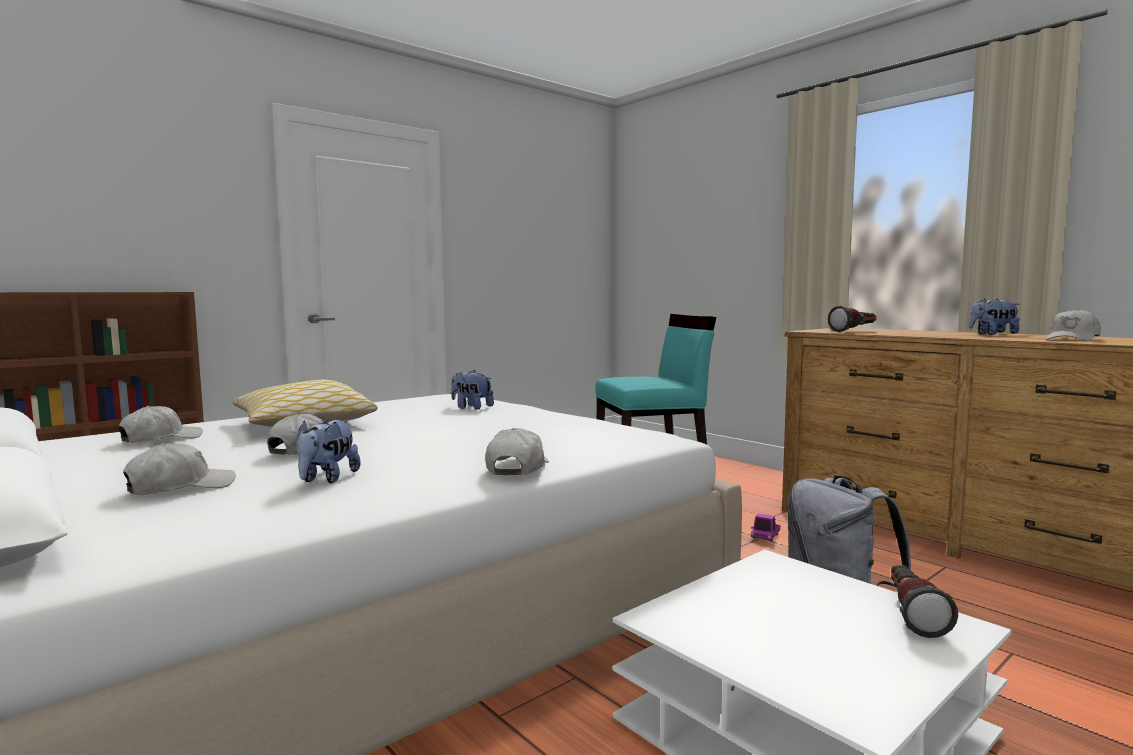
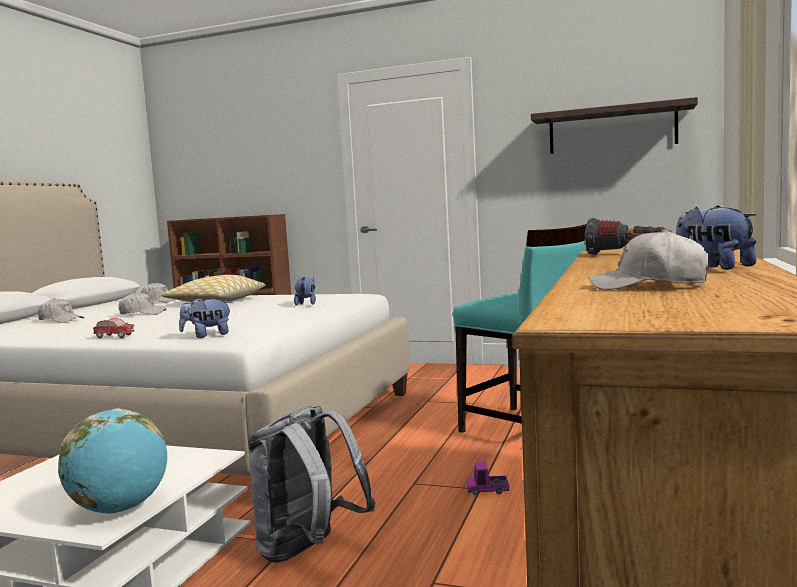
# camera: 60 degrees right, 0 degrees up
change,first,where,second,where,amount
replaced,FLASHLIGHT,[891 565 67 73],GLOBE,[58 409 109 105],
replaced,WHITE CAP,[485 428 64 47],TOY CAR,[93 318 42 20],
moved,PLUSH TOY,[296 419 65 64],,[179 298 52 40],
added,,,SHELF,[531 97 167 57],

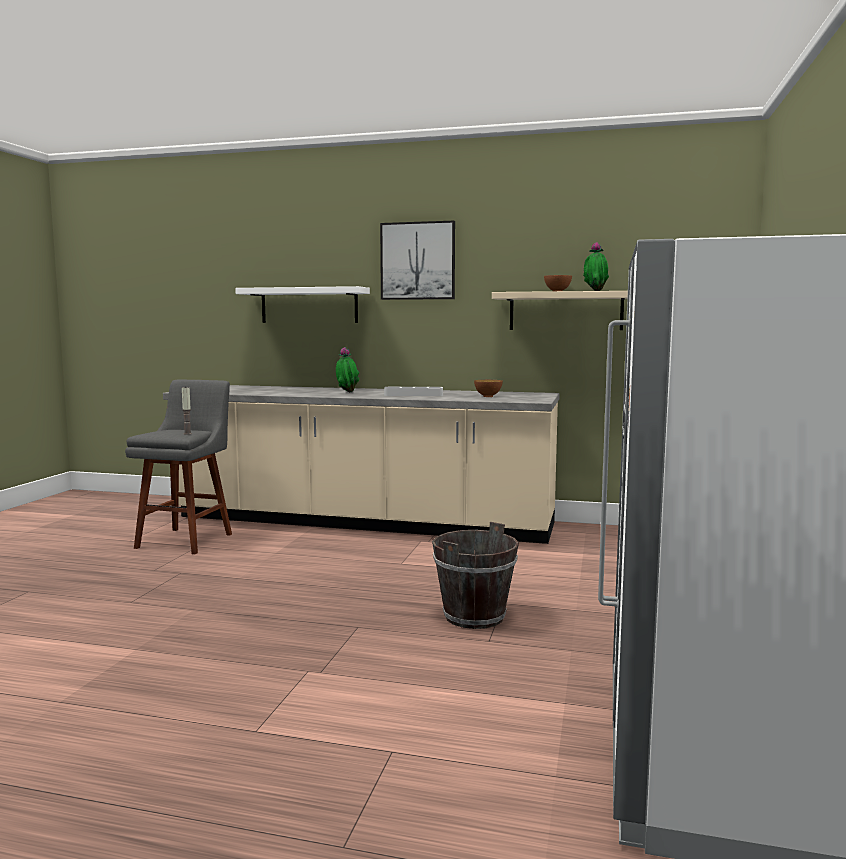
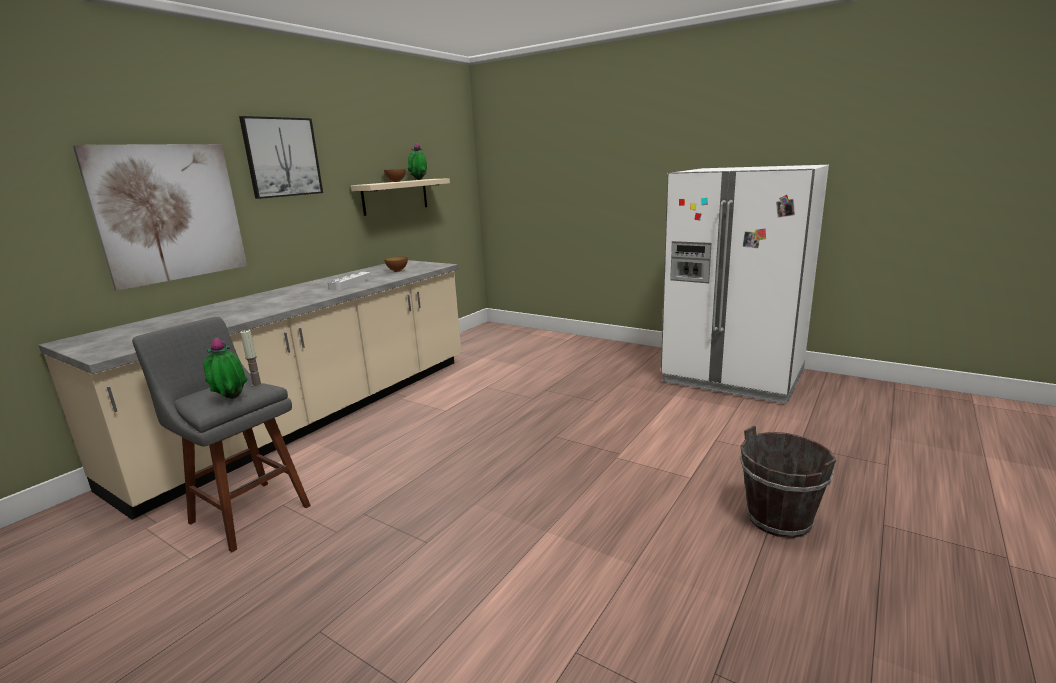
# camera: 70 degrees left, 10 degrees up
change,first,where,second,where,amount
replaced,WHITE SHELF,[235 286 135 37],PICTURE,[73 144 174 147],
moved,POTTED PLANT,[336 347 23 45],,[203 337 45 62],
moved,BROWN BUCKET,[432 522 87 107],,[740 426 96 112],

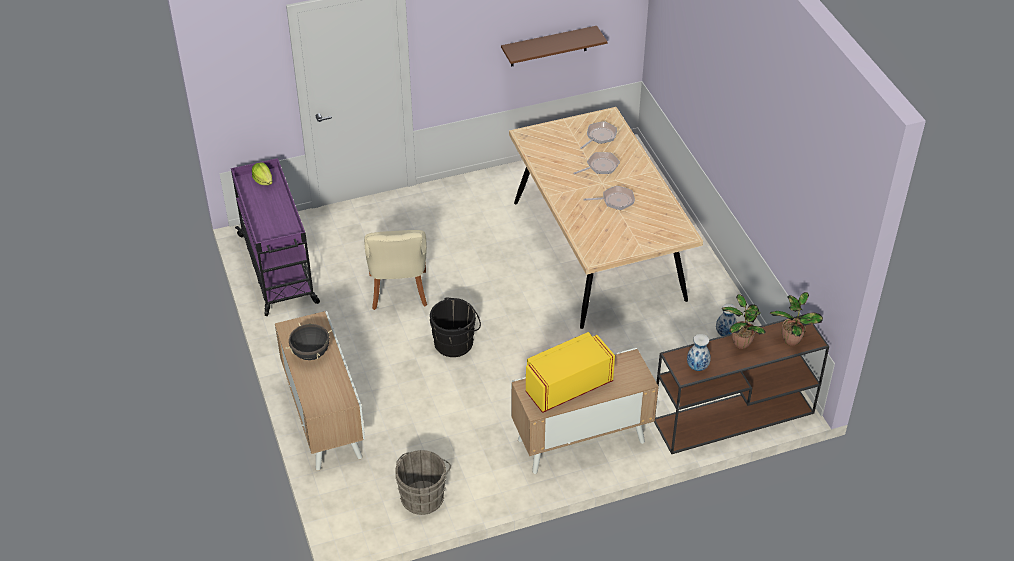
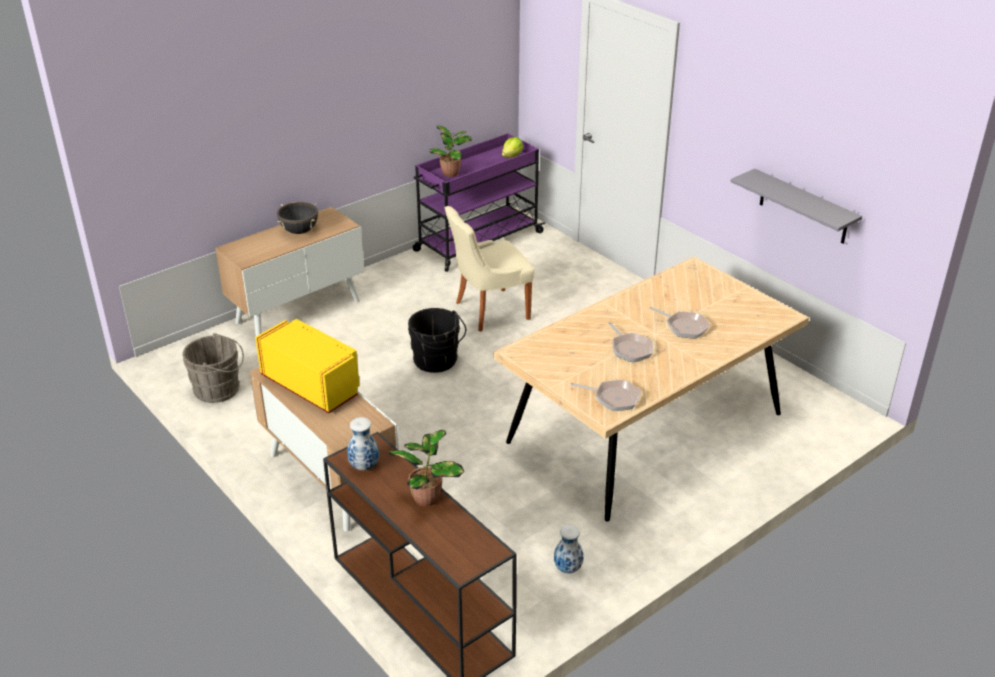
# camera: 70 degrees right, 10 degrees down
change,first,where,second,where,amount
moved,POTTED PLANT,[770 292 53 54],,[429 125 43 52],
moved,FRYING PAN,[580 121 37 28],,[570 380 72 31],
recoloured,BROWN SHELF,[501 26 107 41],GREY SHELF,[730 169 132 75],

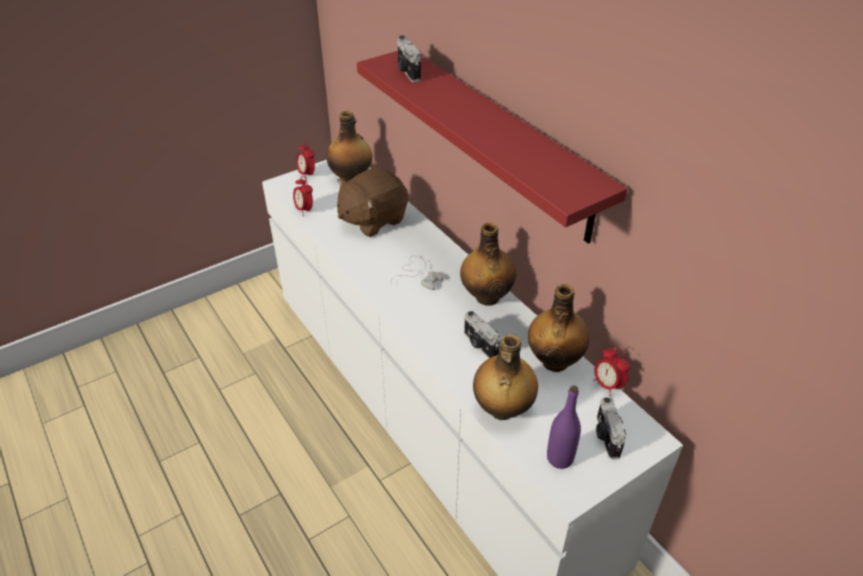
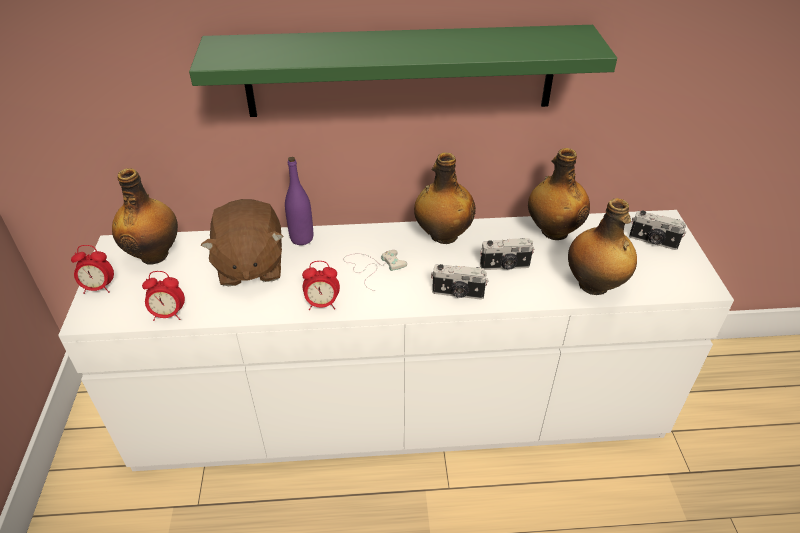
# camera: 60 degrees left, 0 degrees up
change,first,where,second,where,amount
recoloured,RED SHELF,[357 51 270 193],GREEN SHELF,[189 25 428 92],
moved,PURPLE BOTTLE,[547 386 34 83],,[285 157 28 88],
moved,ALARM CLOCK,[593 347 37 49],,[302 261 38 49],
moved,PHOTO CAMERA,[397 36 24 46],,[431 264 57 35],

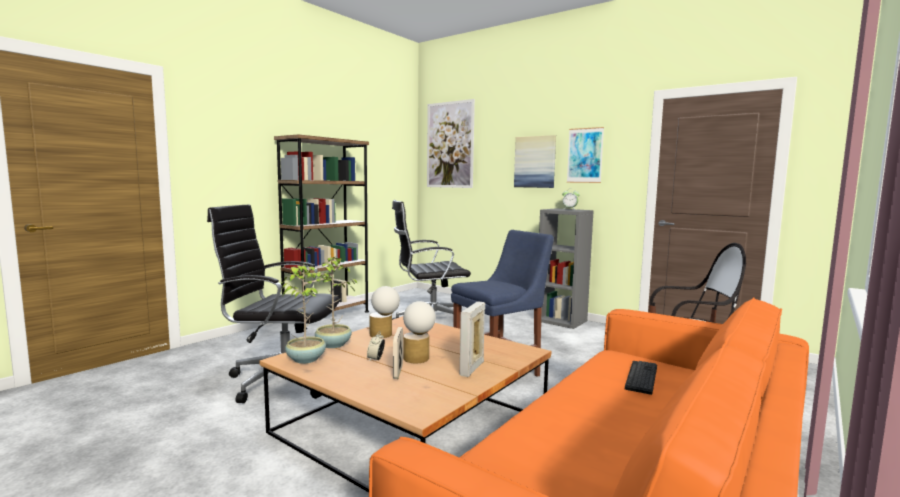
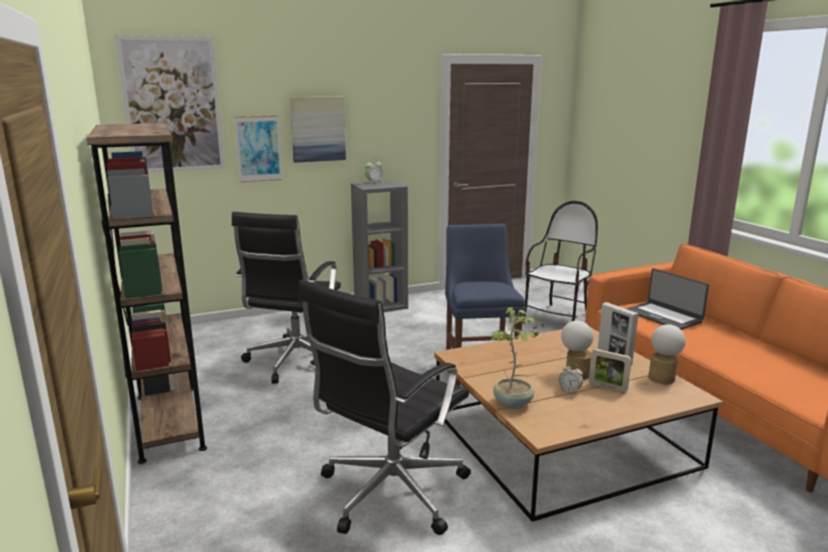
# camera: 60 degrees left, 10 degrees up
change,first,where,second,where,amount
moved,PICTURE,[567 127 37 56],,[235 115 47 67],
replaced,KEYBOARD,[625 361 32 34],LAPTOP,[626 268 83 62],
moved,TABLE LAMP,[369 286 31 52],,[648 324 38 60],
removed,POTTED PLANT,[281 263 50 101],,,

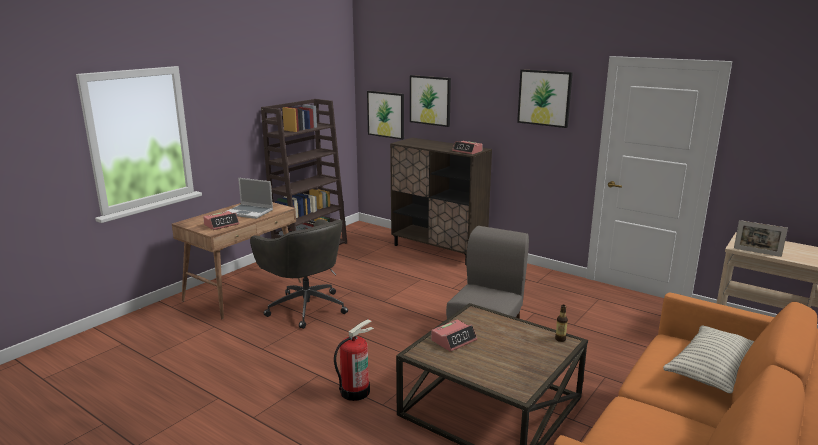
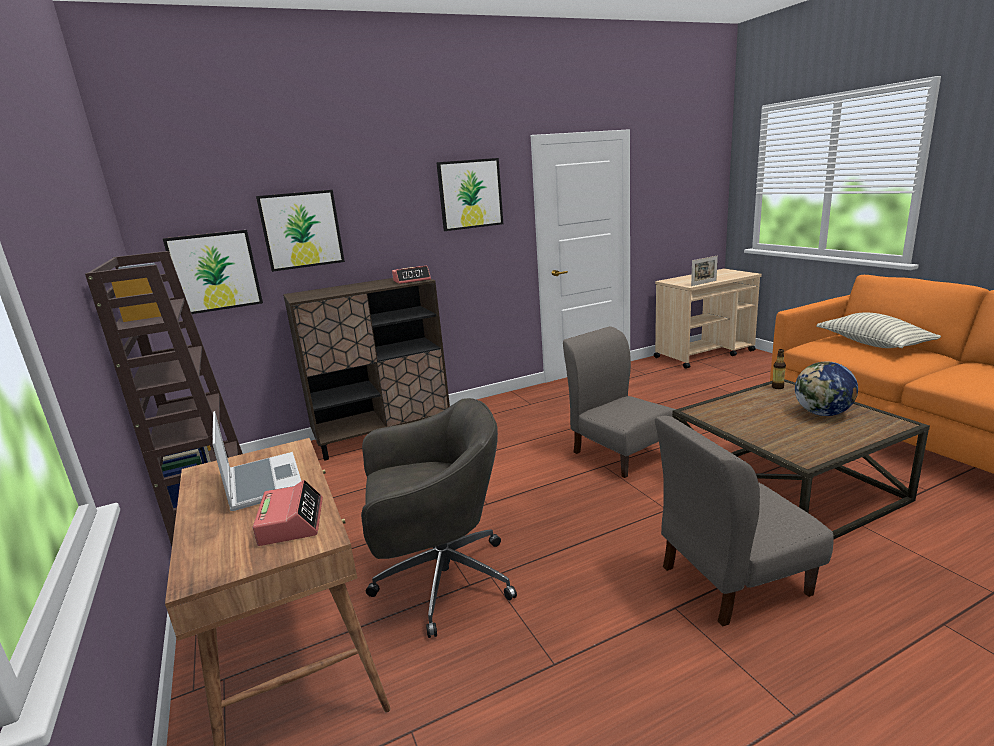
# camera: 60 degrees left, 0 degrees up
change,first,where,second,where,amount
turned,LAPTOP,[225 178 48 41],,[213 411 88 100],75 degrees counterclockwise
replaced,FIRE EXTINGUISHER,[334 319 40 82],GREY CHAIR,[655 416 179 210],
added,,,GLOBE,[795 361 63 55],
removed,ALARM CLOCK,[431 320 46 32],,,

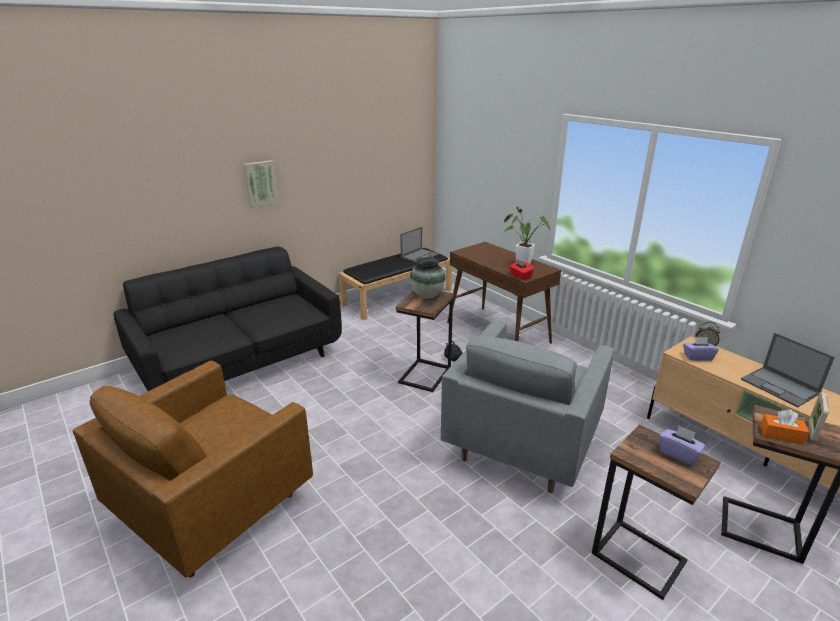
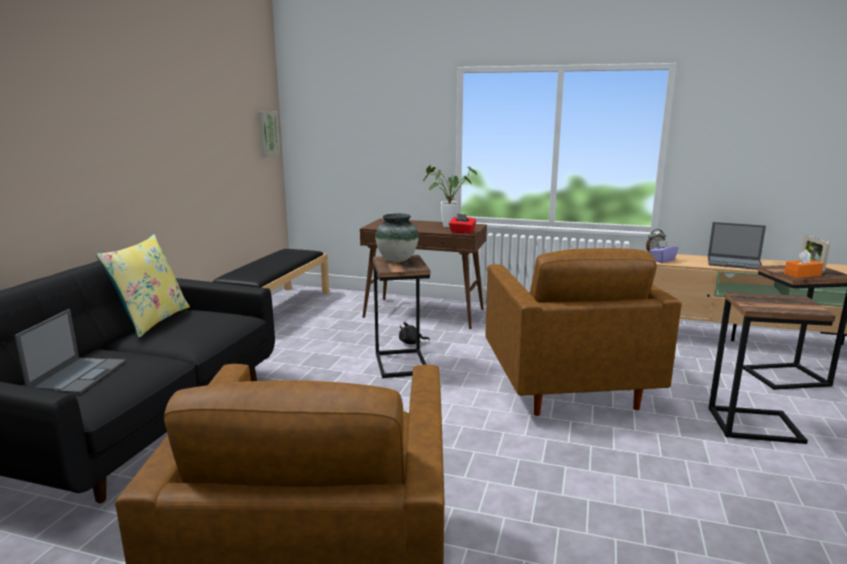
# camera: 35 degrees left, 10 degrees down
change,first,where,second,where,amount
moved,LAPTOP,[400 227 39 36],,[15 309 111 85],
added,,,YELLOW PILLOW,[96 234 94 104],
moved,PICTURE,[244 160 35 48],,[258 112 22 46],
recoloured,GREY ARMCHAIR,[441 320 174 173],BROWN ARMCHAIR,[486 248 196 168],
removed,PURPLE TISSUE BOX,[659 425 47 41],,,

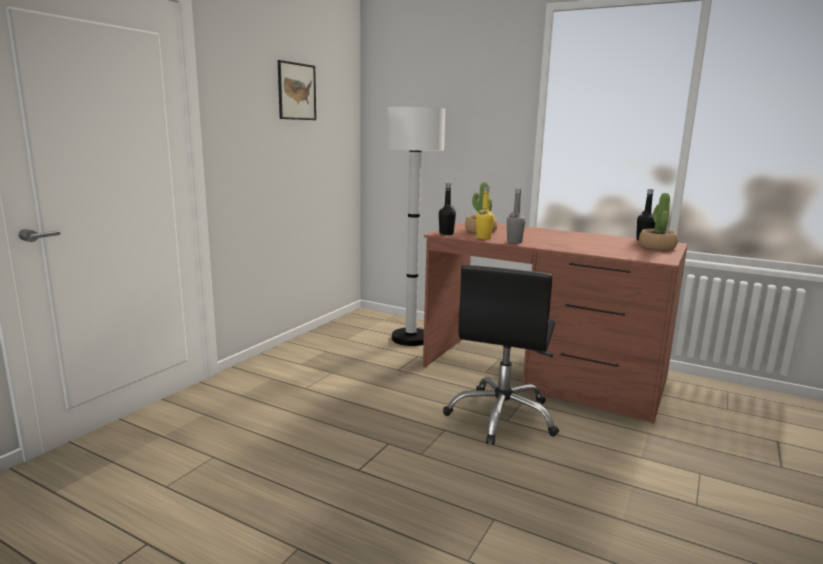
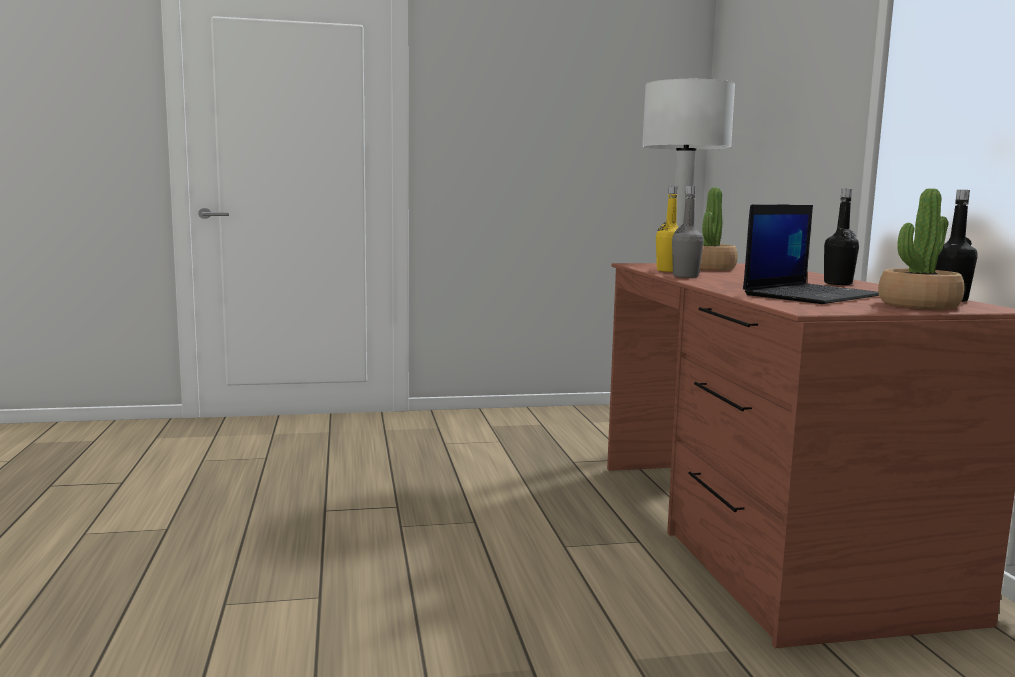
# camera: 50 degrees right, 5 degrees down
change,first,where,second,where,amount
added,,,LAPTOP,[743 204 136 100],
moved,BLACK BOTTLE,[439 183 17 52],,[824 189 35 96],
removed,PICTURE,[278 60 38 60],,,
removed,BLACK OFFICE CHAIR,[443 265 116 180],,,

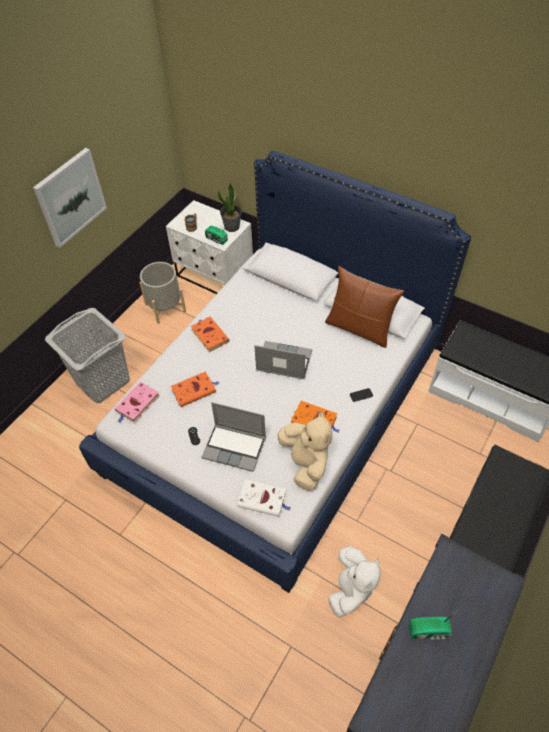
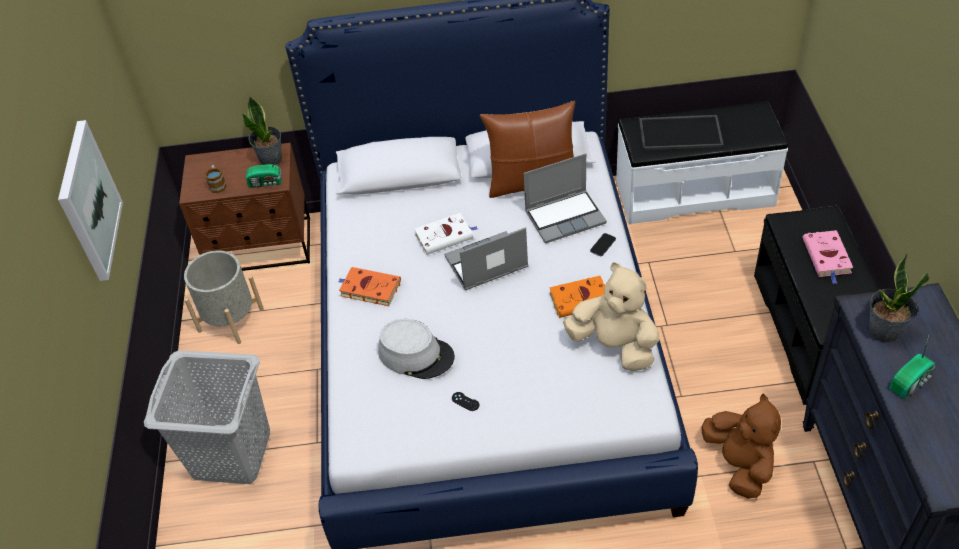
# camera: 35 degrees left, 5 degrees down
change,first,where,second,where,amount
recoloured,WHITE NIGHTSTAND,[166 200 87 94],BROWN NIGHTSTAND,[179 143 131 128],
replaced,ORANGE BOOK,[171 371 49 36],GREY HAT,[378 319 77 60],
moved,WHITE BOOK,[237 480 54 37],,[414 213 64 42],
moved,LAPTOP,[201 402 65 70],,[524 153 83 90],
added,,,TRAY,[639 115 85 35],
recoloured,WHITE PLUSH TOY,[328 546 53 71],BROWN PLUSH TOY,[701 394 80 105],
moved,PINK BOOK,[115 382 45 41],,[802 230 51 54],
added,,,POTTED PLANT,[869 252 61 90],

